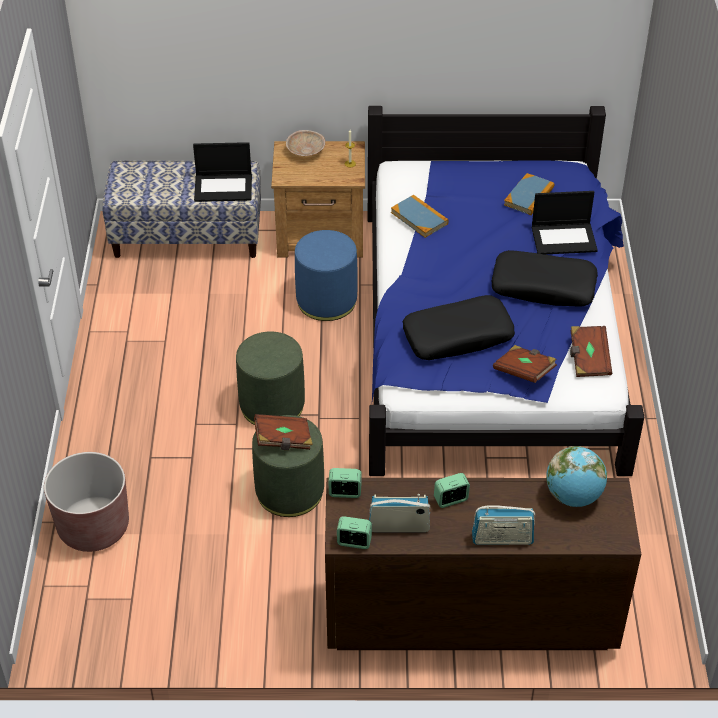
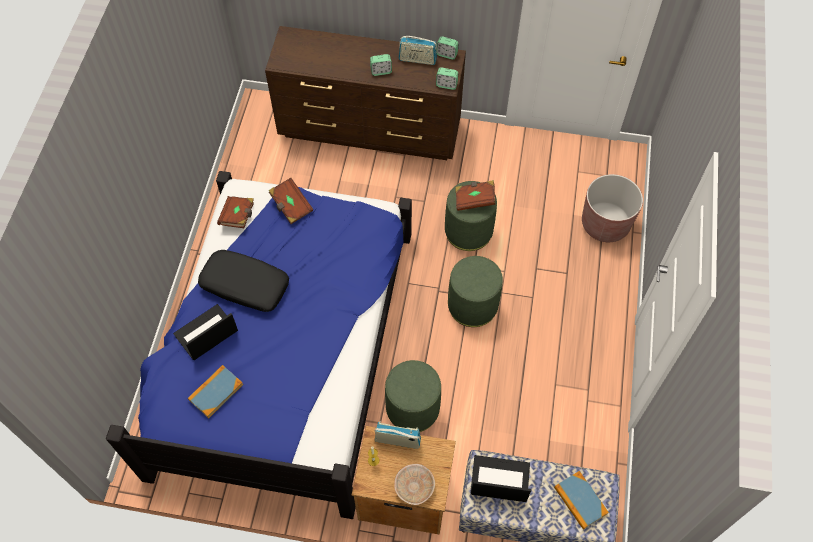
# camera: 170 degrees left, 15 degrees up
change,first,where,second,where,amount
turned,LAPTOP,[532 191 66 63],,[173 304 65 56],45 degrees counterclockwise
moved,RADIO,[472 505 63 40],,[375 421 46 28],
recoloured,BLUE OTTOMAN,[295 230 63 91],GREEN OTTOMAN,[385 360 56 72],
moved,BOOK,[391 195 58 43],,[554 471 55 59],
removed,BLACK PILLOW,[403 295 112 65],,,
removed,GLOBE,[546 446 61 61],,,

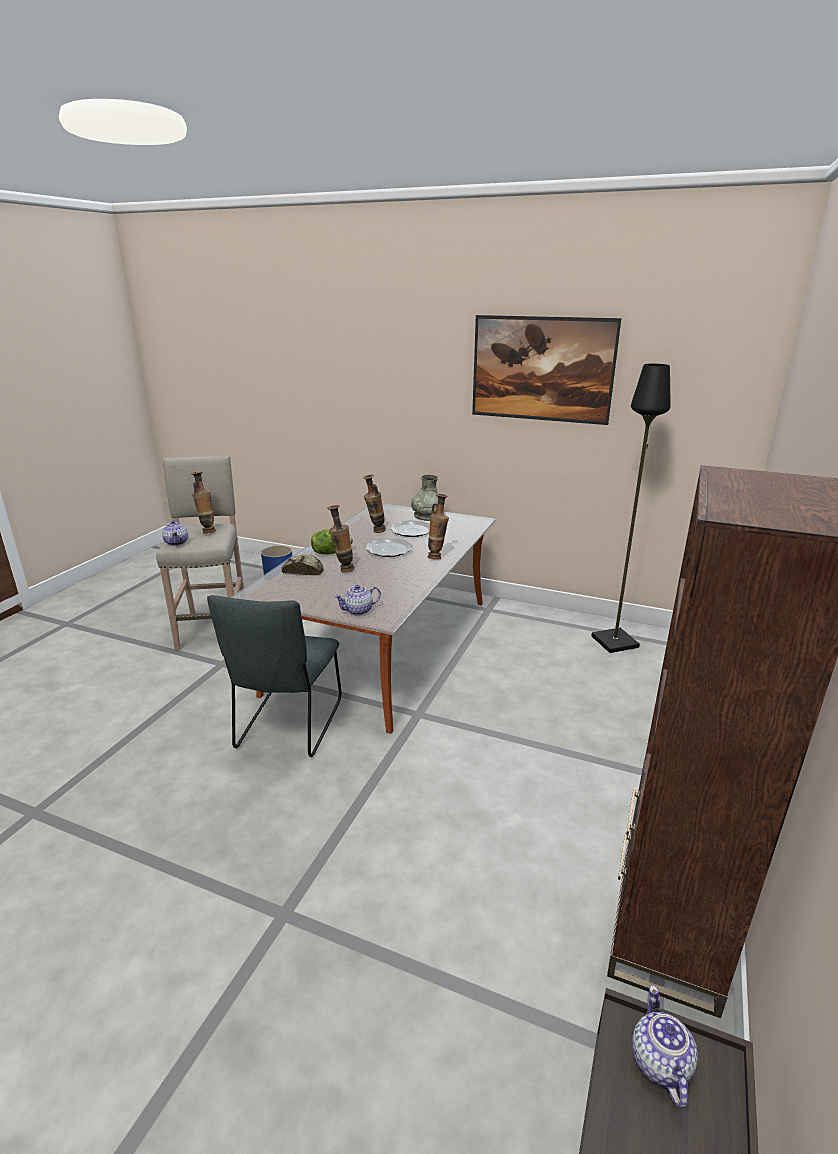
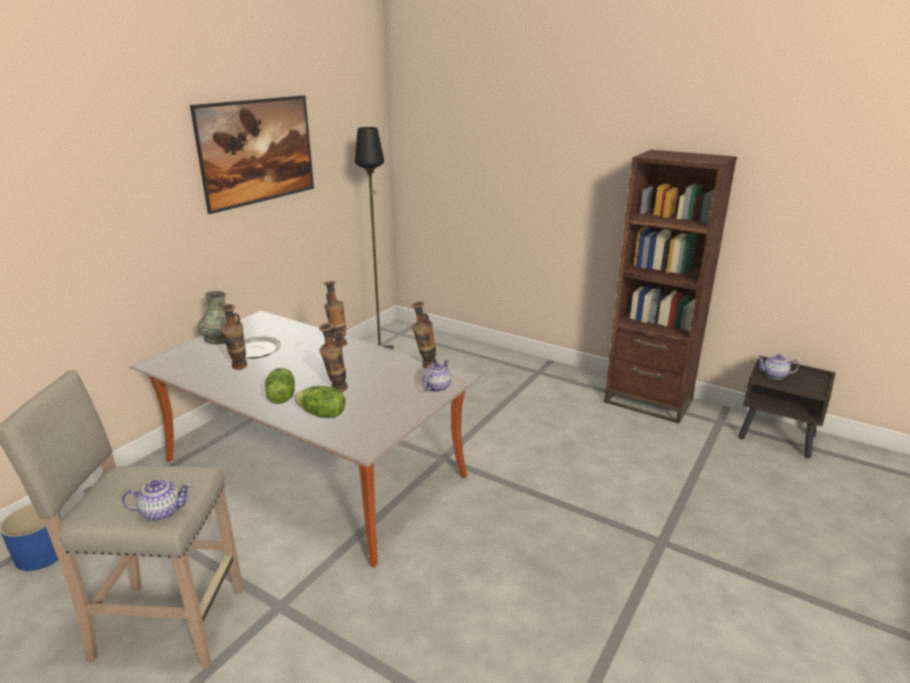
# camera: 80 degrees left, 0 degrees up
change,first,where,second,where,amount
replaced,BREAD,[282 555 41 20],LETTUCE,[295 385 50 33],
moved,VASE,[191 472 25 62],,[412 301 25 67],
turned,TEAPOT,[334 585 47 31],,[423 360 28 32],135 degrees counterclockwise
removed,GREY CHAIR,[207 595 135 162],,,
removed,PLATE,[366 538 46 19],,,

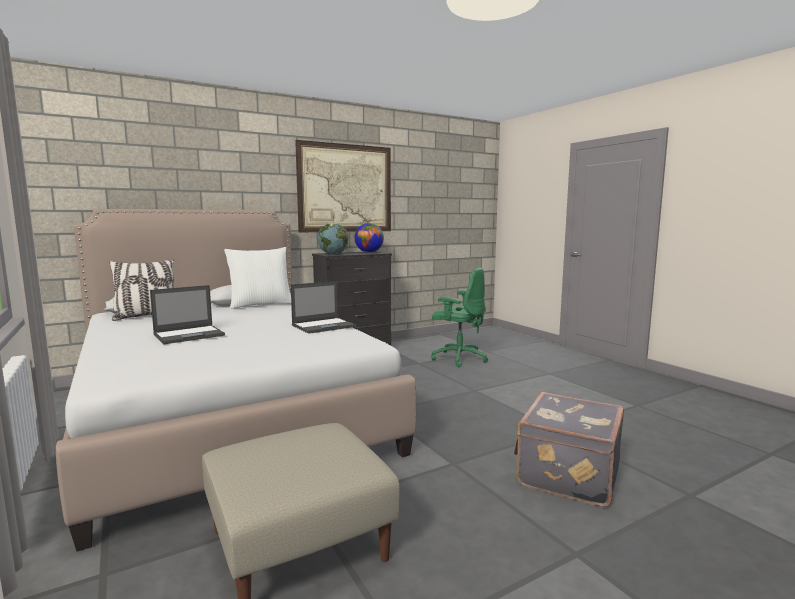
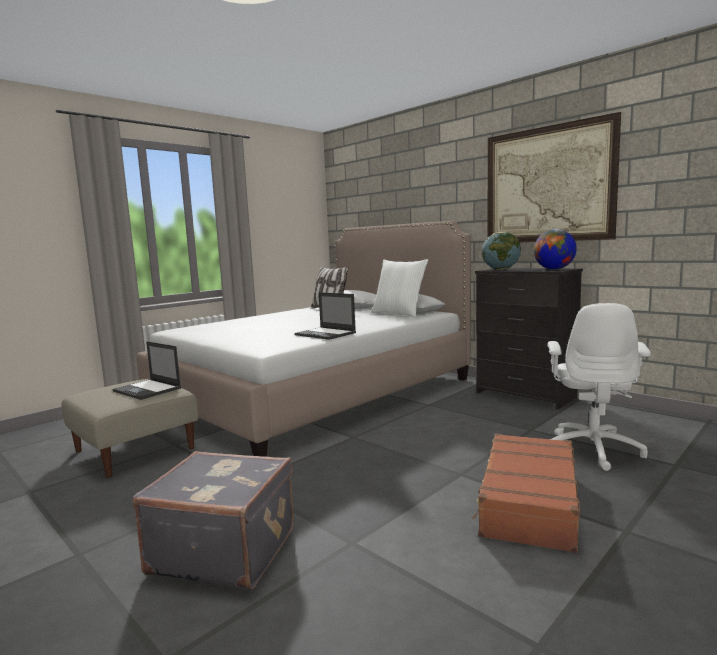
# camera: 75 degrees right, 0 degrees up
change,first,where,second,where,amount
moved,LAPTOP,[150 285 75 59],,[113 341 68 59],
added,,,BROWN SUITCASE,[472 433 108 120],
recoloured,GREEN OFFICE CHAIR,[432 268 56 99],WHITE OFFICE CHAIR,[547 303 104 168],

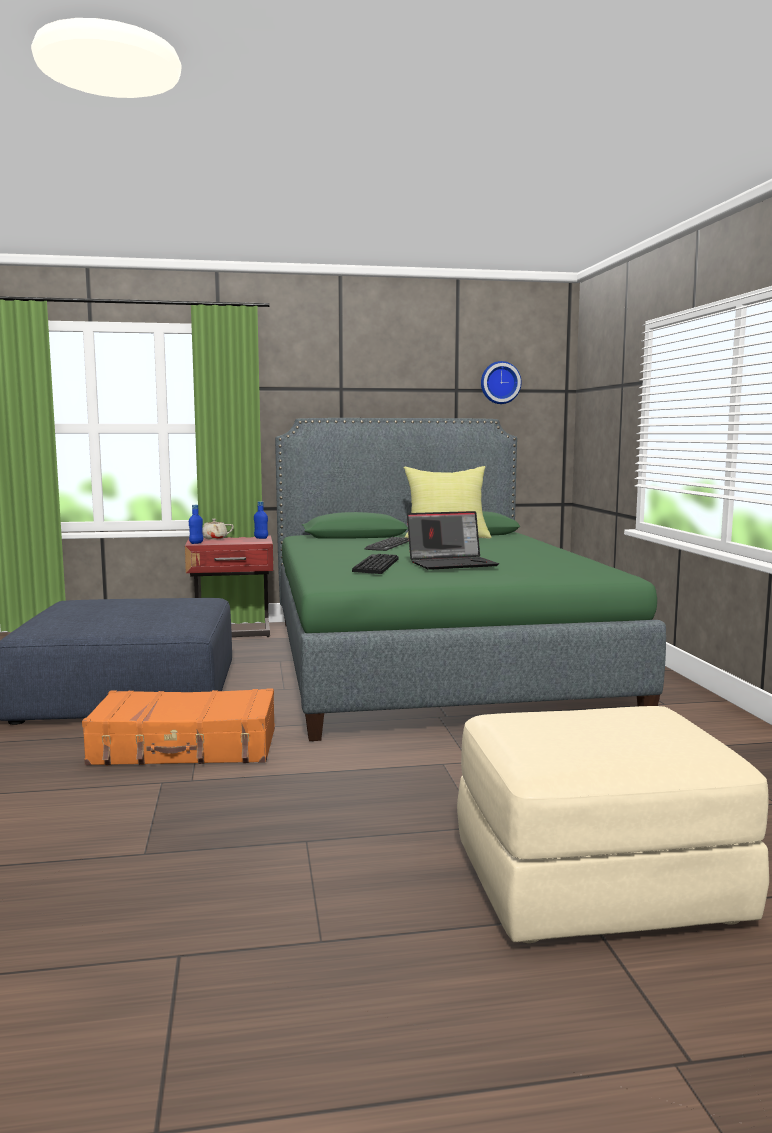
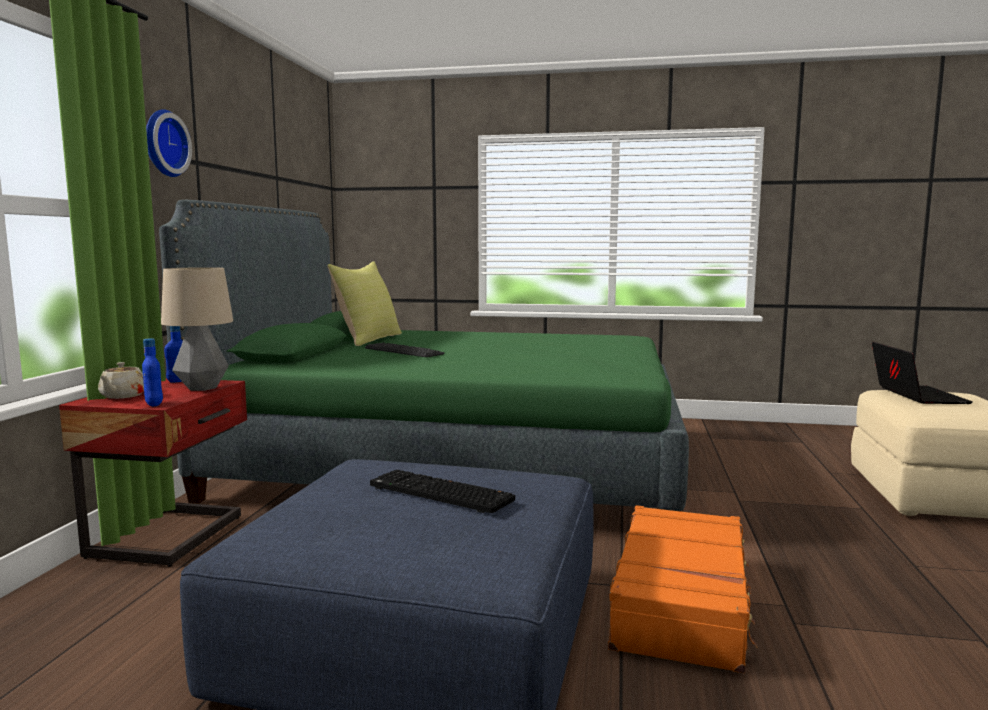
# camera: 70 degrees left, 0 degrees up
change,first,where,second,where,amount
moved,WALL CLOCK,[481 361 41 43],,[146 109 46 68],
added,,,TABLE LAMP,[161 267 72 124],
moved,KEYBOARD,[352 554 47 20],,[370 470 145 43],
moved,LAPTOP,[407 511 92 59],,[872 342 101 62],

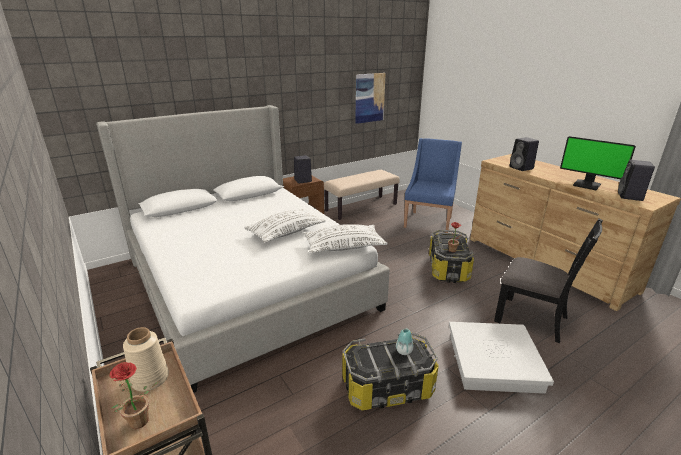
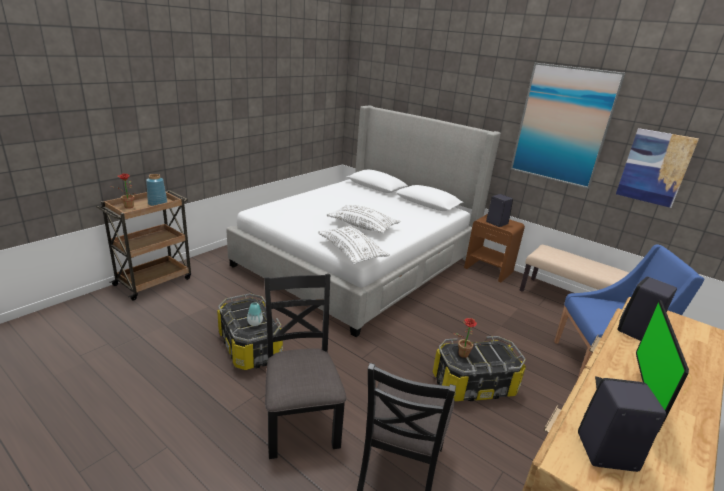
# camera: 70 degrees right, 0 degrees up
change,first,where,second,where,amount
recoloured,BEIGE VASE,[123 327 46 64],BLUE VASE,[146 174 21 32],
replaced,WHITE STORAGE BOX,[449 322 105 72],BLACK CHAIR,[264 274 83 185],
added,,,PICTURE,[510 63 115 126],

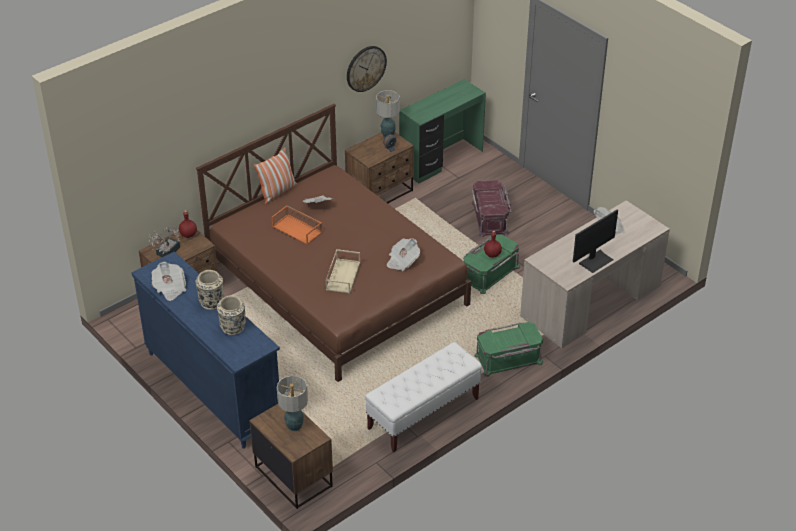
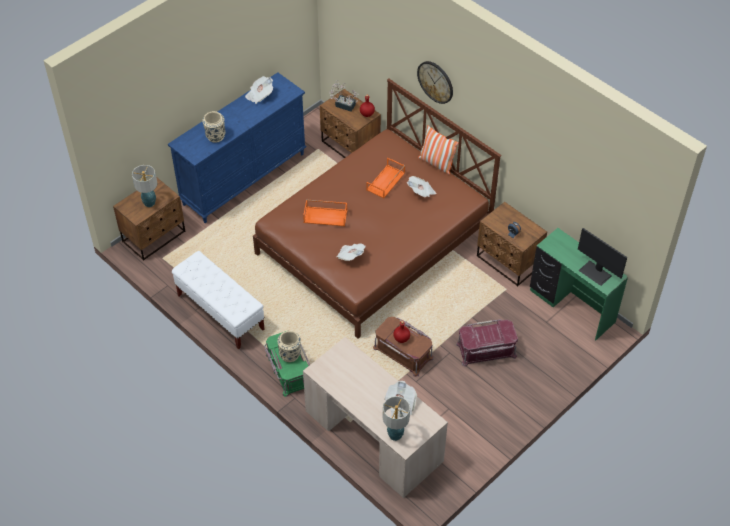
# camera: 85 degrees right, 10 degrees up
change,first,where,second,where,amount
moved,BEIGE VASE,[196 270 28 40],,[277 331 24 31],
recoloured,BEIGE TRAY,[326 249 34 44],ORANGE TRAY,[303 199 44 27],
recoloured,GREEN STORAGE BOX,[463 234 57 60],BROWN STORAGE BOX,[373 317 61 60],
moved,TABLE LAMP,[376 90 24 47],,[383 396 27 45],
moved,WALL CLOCK,[347 46 40 46],,[417 61 36 43],
moved,MONITOR,[573 210 45 63],,[578 228 49 58],

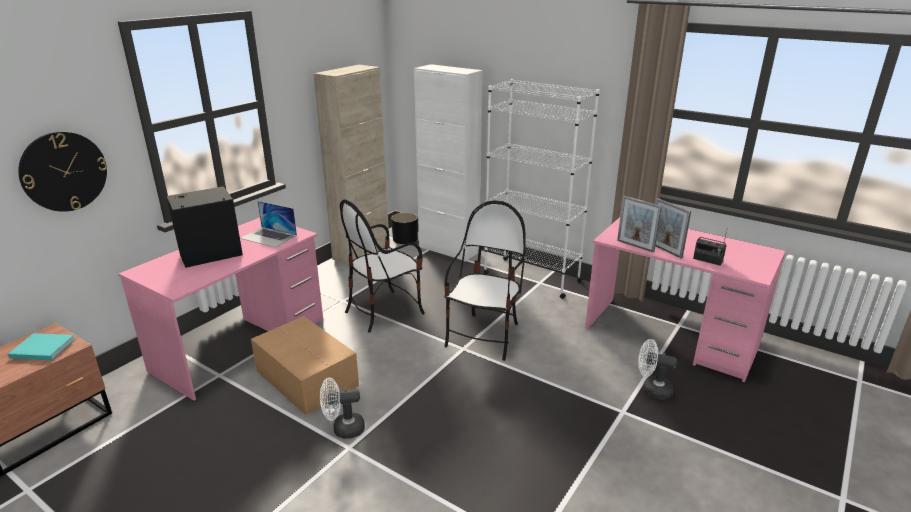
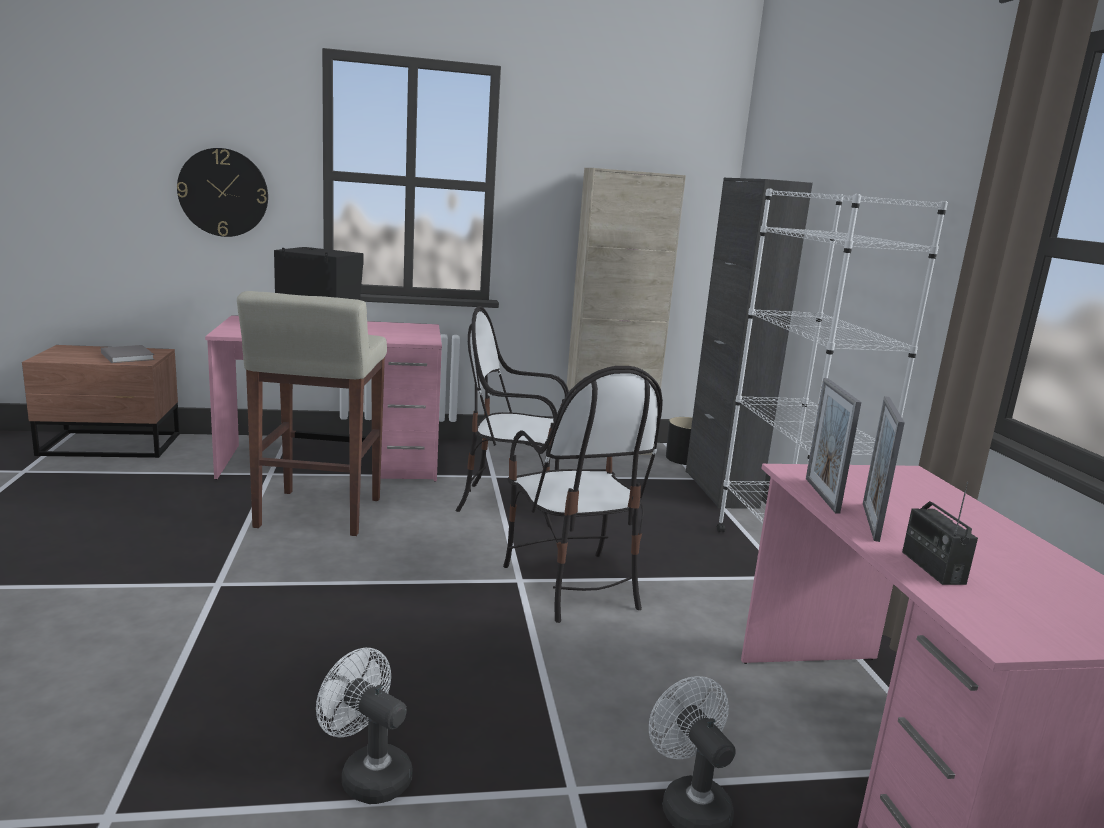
# camera: 45 degrees right, 10 degrees down
change,first,where,second,where,amount
recoloured,TURQUOISE BOOK,[8 333 67 28],GREY BOOK,[101 345 53 18],
replaced,CARDBOARD BOX,[251 316 108 99],BEIGE STOOL,[237 291 150 245],
moved,WHITE FAN,[320 378 45 61],,[316 648 97 156],
turned,CHAIR,[444 200 82 161],,[503 366 160 257],90 degrees clockwise
recoloured,WHITE CABINET,[414 64 69 198],BLACK CABINET,[686 178 127 330],
removed,LAPTOP,[240 201 57 46],,,

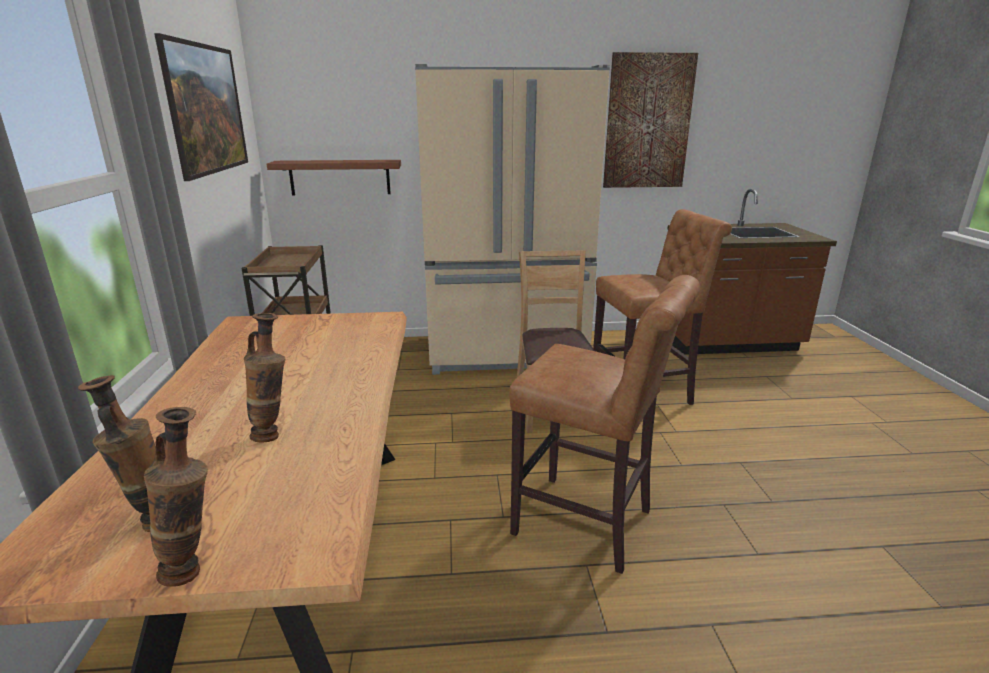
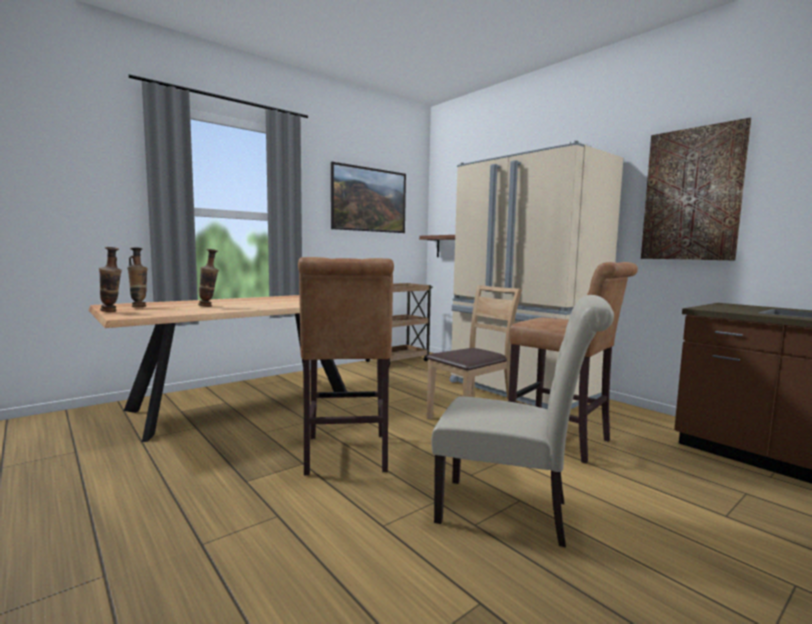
# camera: 55 degrees right, 15 degrees down
change,first,where,second,where,amount
added,,,BEIGE CHAIR,[431 295 183 252],

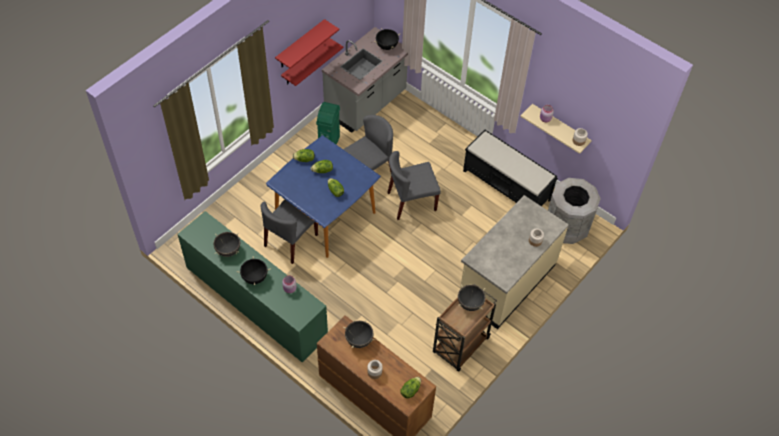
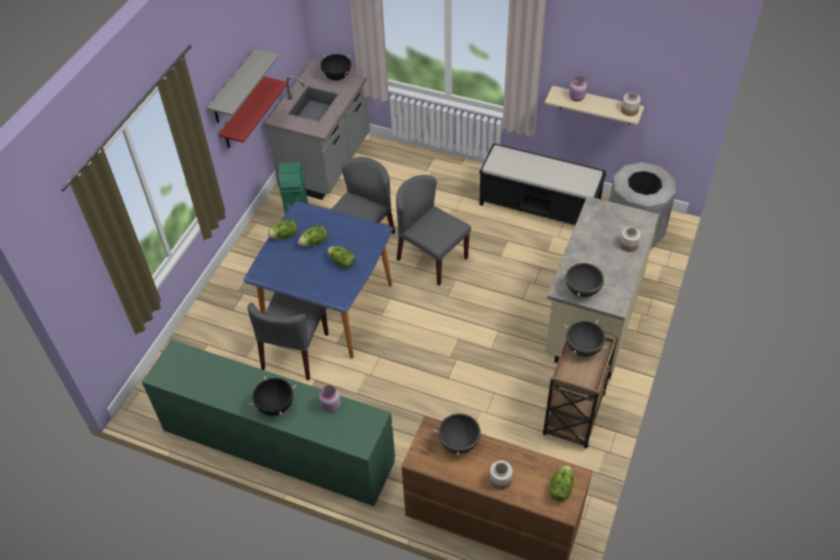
# camera: 15 degrees left, 5 degrees down
change,first,where,second,where,amount
recoloured,RED SHELF,[275 19 64 50],GREY SHELF,[207 49 72 74],
turned,GREY CHAIR,[387 151 54 69],,[396 175 75 111],75 degrees clockwise
moved,BLACK COOKING POT,[213 232 27 25],,[562 261 46 36],

